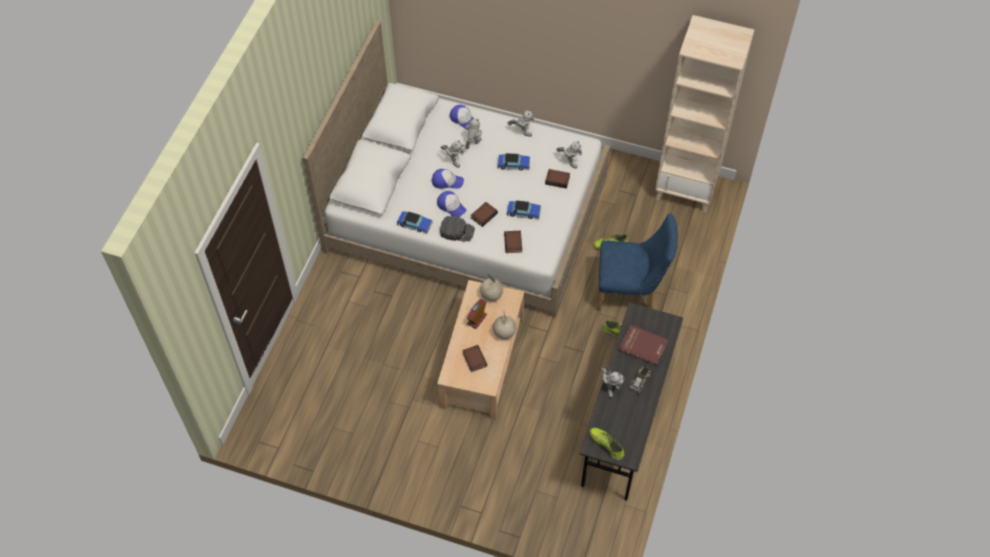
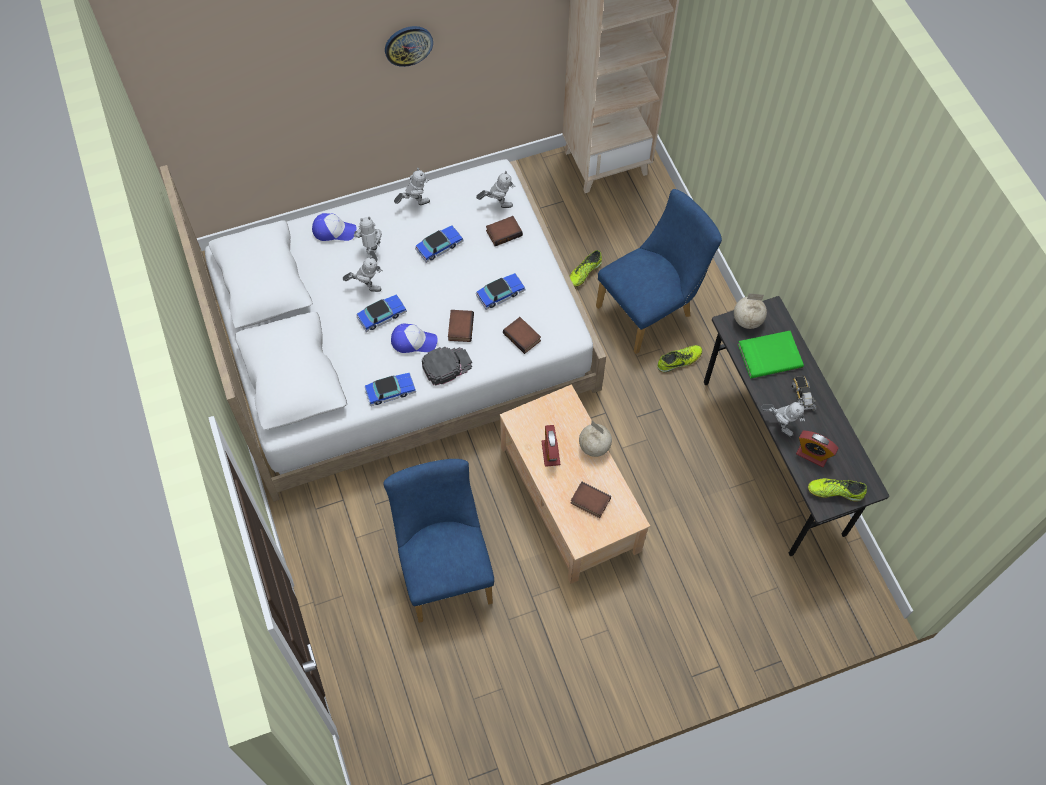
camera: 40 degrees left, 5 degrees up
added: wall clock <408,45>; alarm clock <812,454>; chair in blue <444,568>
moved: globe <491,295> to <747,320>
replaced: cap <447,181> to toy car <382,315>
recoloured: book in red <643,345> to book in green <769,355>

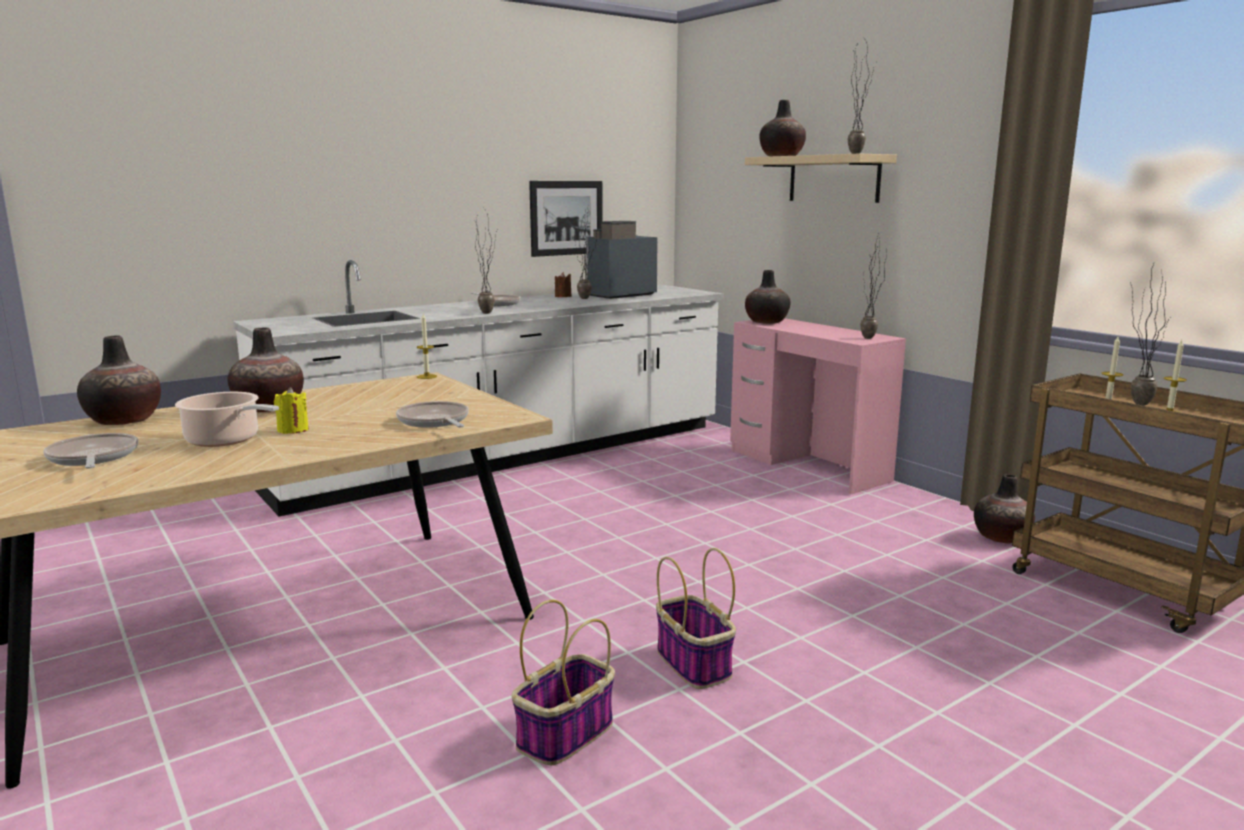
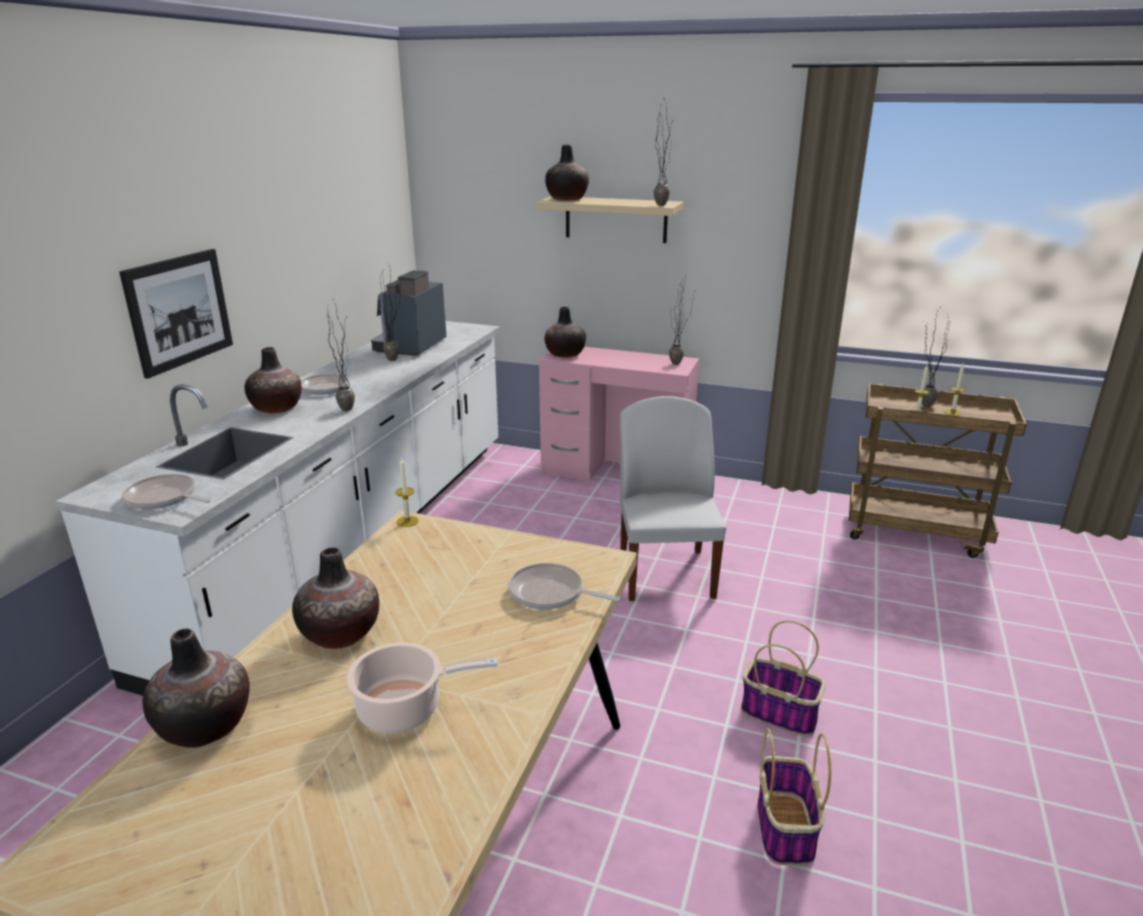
camera: 35 degrees left, 10 degrees up
removed: candle in brown <563,296>; candle in yellow <293,430>
added: chair in white <666,573>
moved: picture <566,218> to <179,311>; frying pan <92,458> to <164,498>; vase <1001,537> to <277,408>

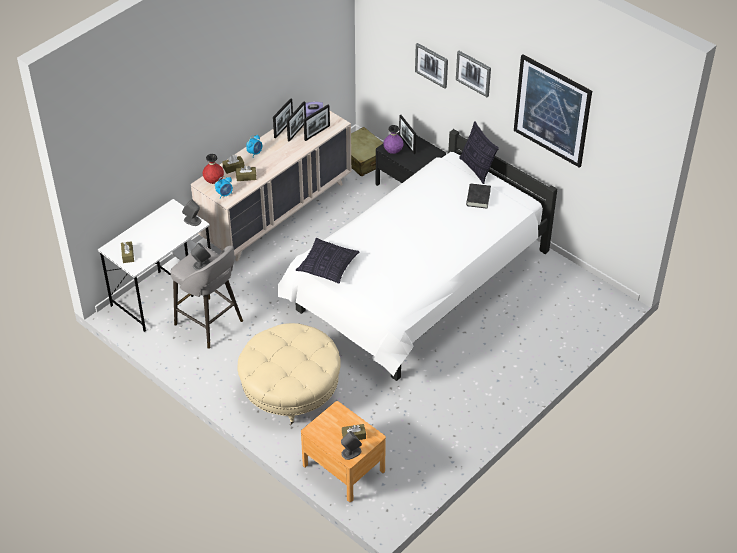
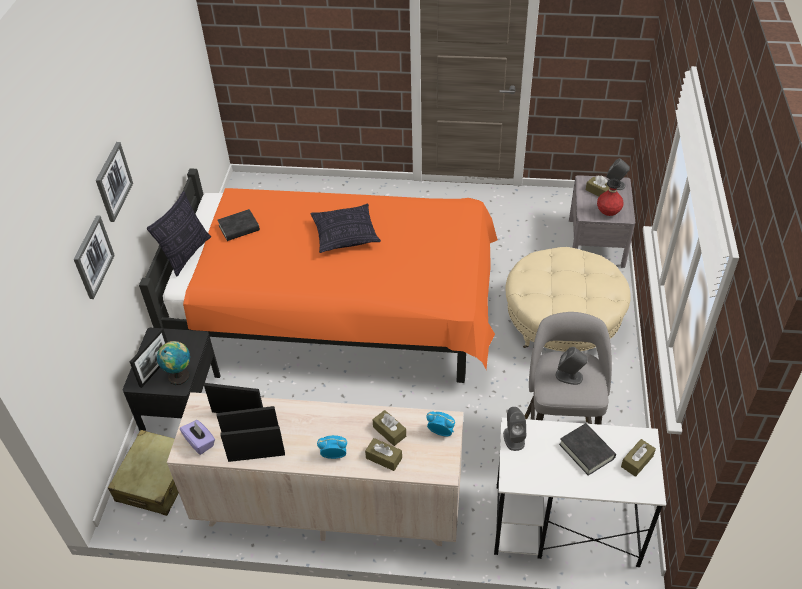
camera: 125 degrees left, 0 degrees up
removed: picture <552,110>
added: book in black <586,451>
moved: vase in red <214,181> to <608,213>; pillow <327,267> to <345,235>
replaced: vase in purple <393,151> to globe <179,375>
recoloured: bed in white <418,285> to bed in orange <339,310>; nightstand in brown <343,468> to nightstand in grey <596,242>

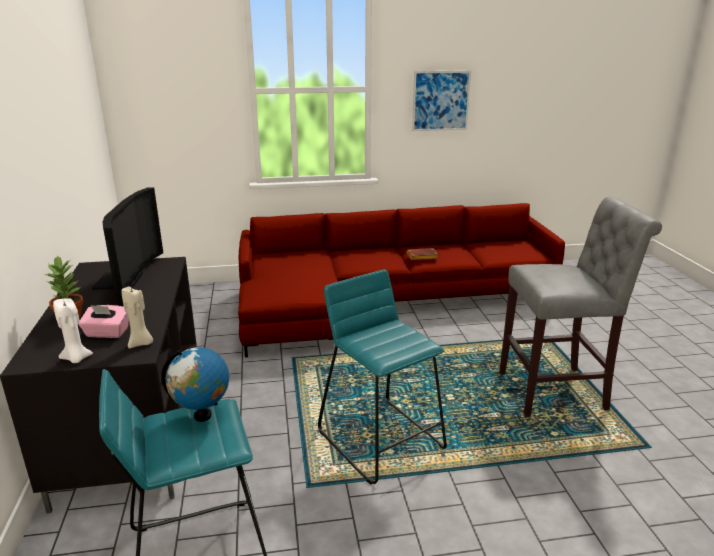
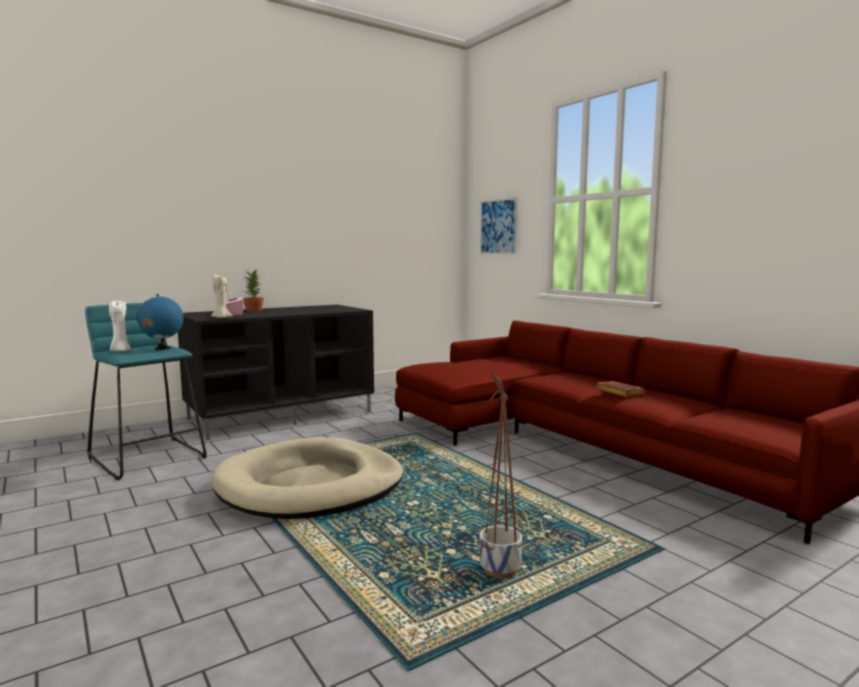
camera: 65 degrees right, 15 degrees down
removed: television <125,281>
moved: picture <441,101> to <498,226>; candle in white <76,359> to <120,350>
replaced: stool in grey <557,391> to planter <500,571>; stool in turquoise <382,439> to dog bed in beige <311,485>

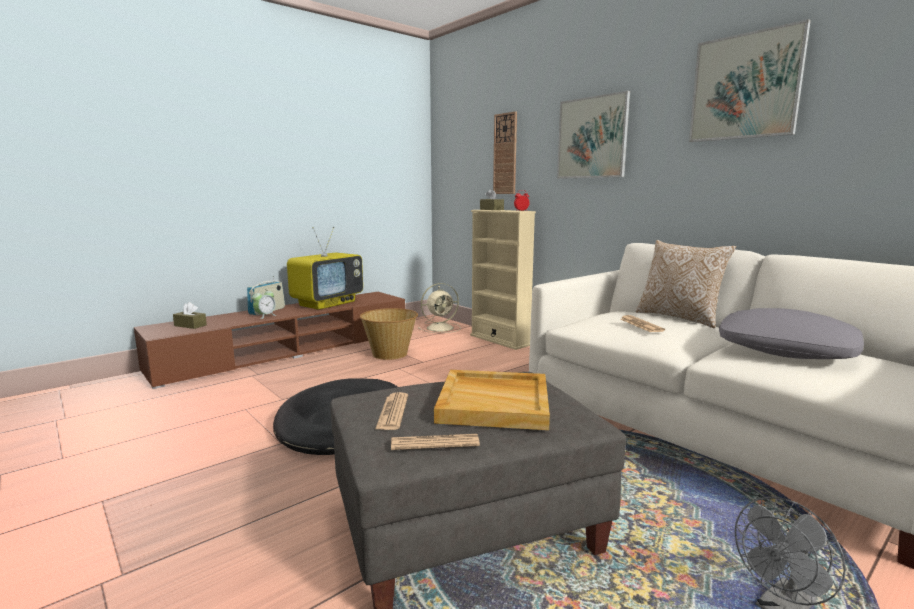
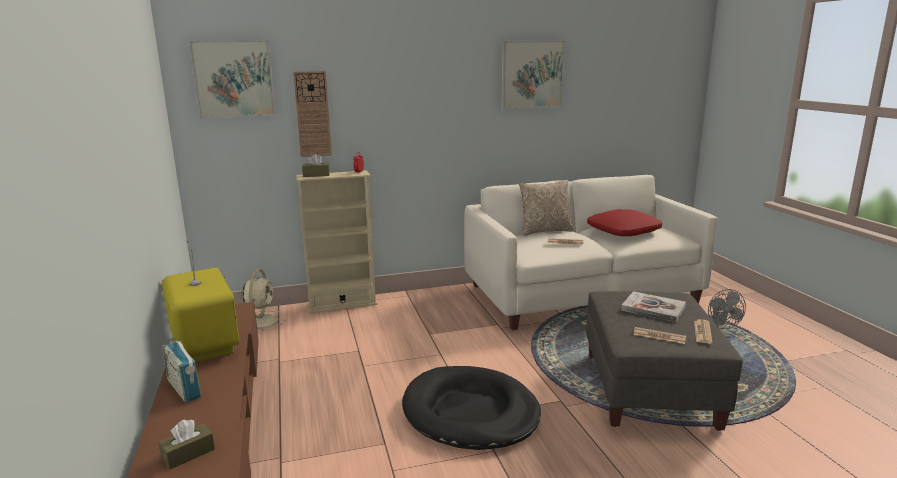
camera: 65 degrees left, 5 degrees up
removed: alarm clock <265,316>; basket <390,354>
moved: picture <592,138> to <234,79>
replaced: tray in beige <495,403> to book <653,308>
recoloured: pillow in grey <786,349> to pillow in red <623,231>

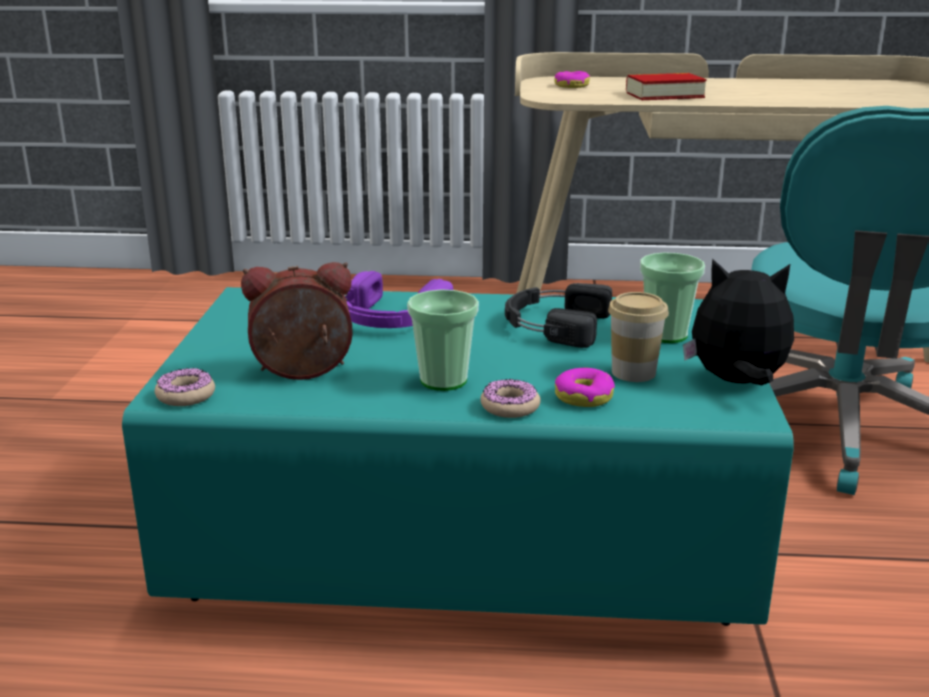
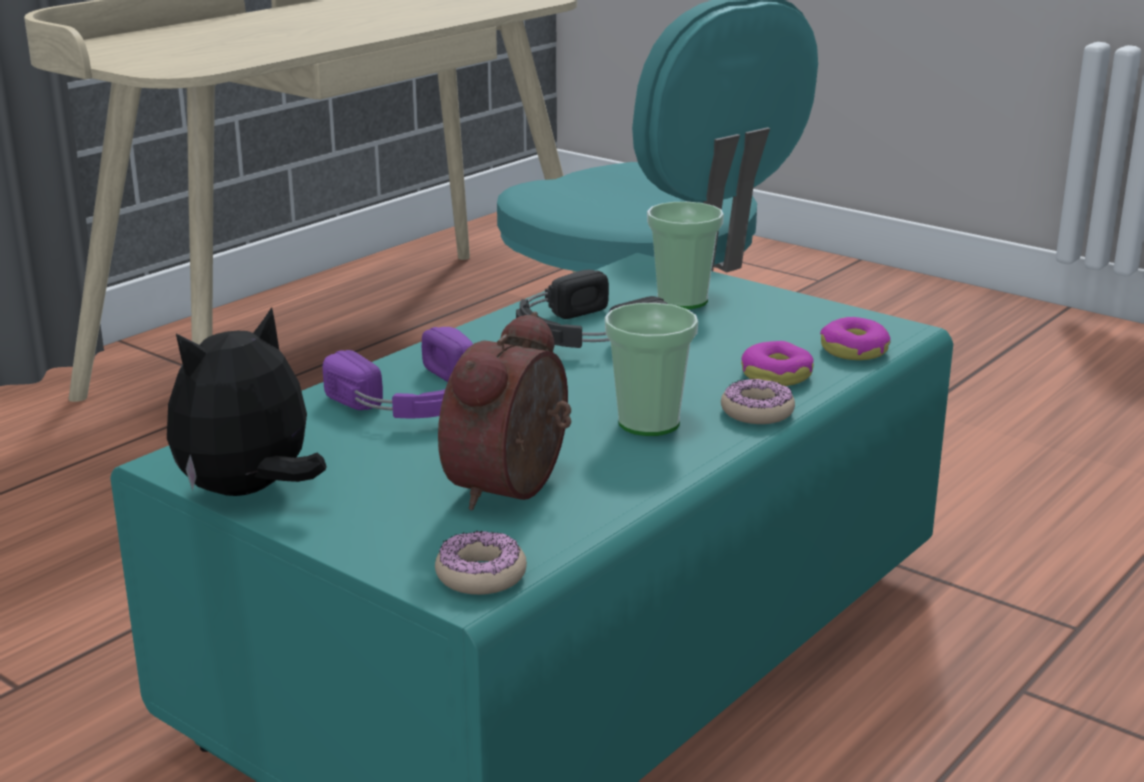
camera: 55 degrees left, 0 degrees up
removed: book <664,95>; cup <633,372>
moved: donut <571,86> to <854,350>; plush toy <736,382> to <249,492>

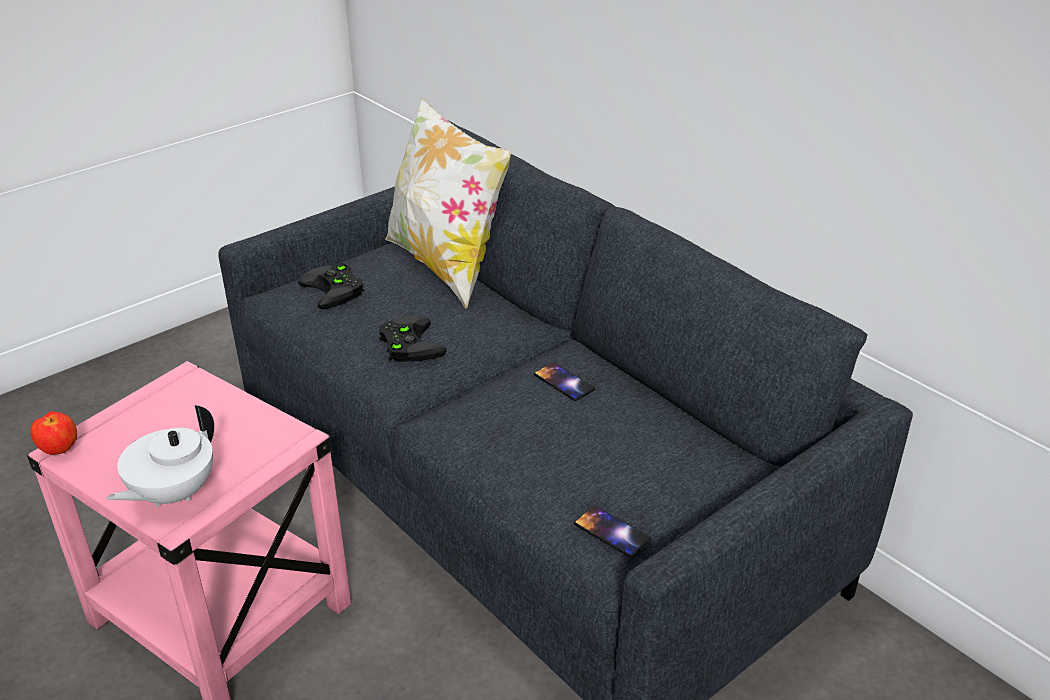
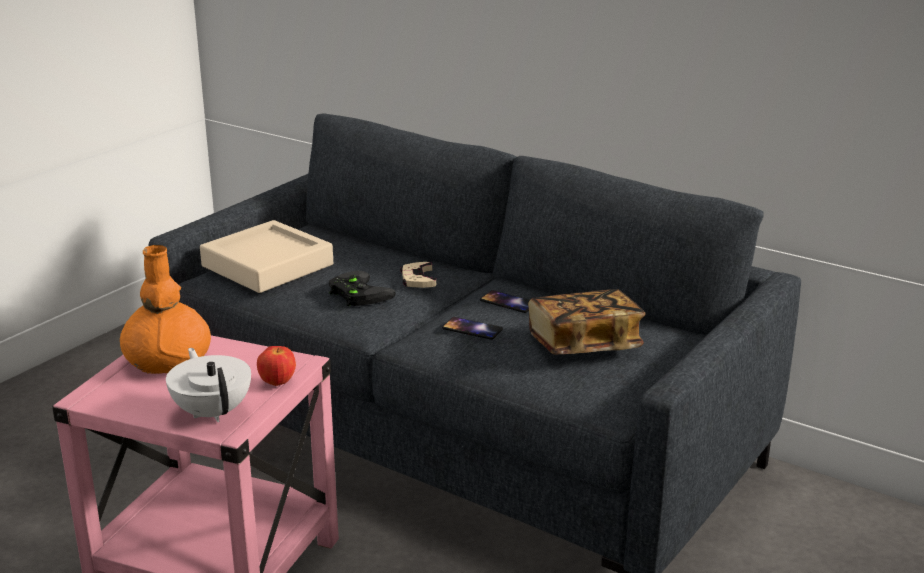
camera: 15 degrees left, 10 degrees down
removed: pillow <446,265>
added: vase in orange <167,360>; game controller in beige <418,279>; book <584,344>
moved: apple <60,450> to <278,383>; phone <611,532> to <472,329>
replaced: game controller in black <336,290> to tray in beige <267,265>
turned: teapot in white <172,493> = <213,412> 135 degrees clockwise

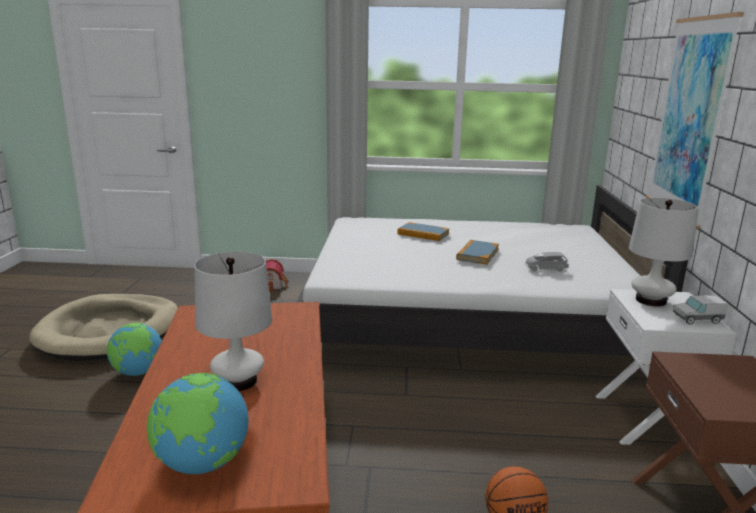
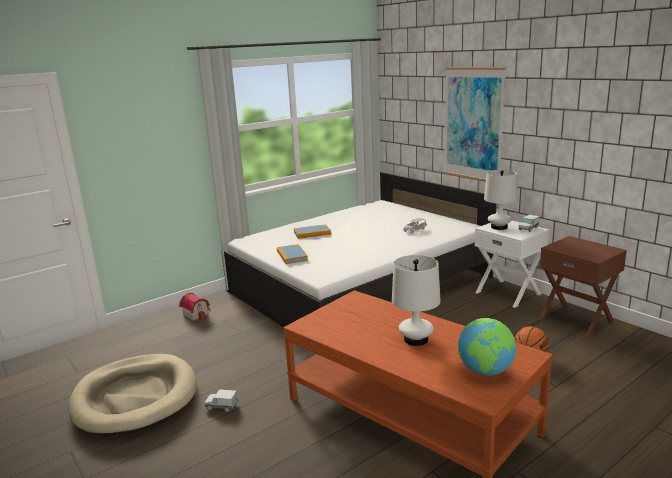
camera: 40 degrees left, 0 degrees up
moved: book <477,254> to <292,256>
replaced: globe <138,372> to toy truck <221,406>

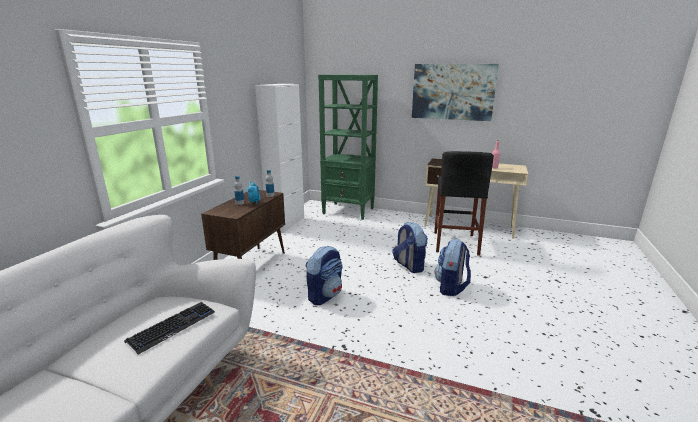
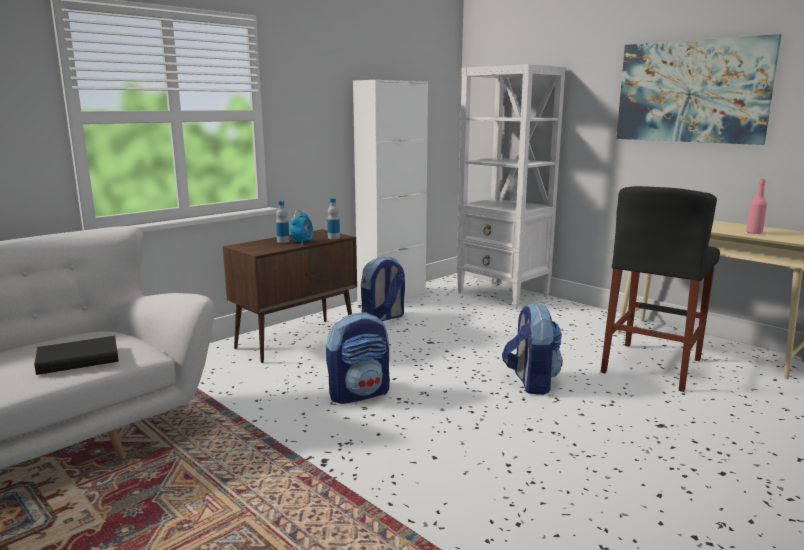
camera: 25 degrees right, 5 degrees down
moved: backpack <451,287> to <382,318>
replaced: keyboard <172,327> to book in black <79,358>
recoloured: bookcase in green <348,211> to bookcase in white <503,295>

